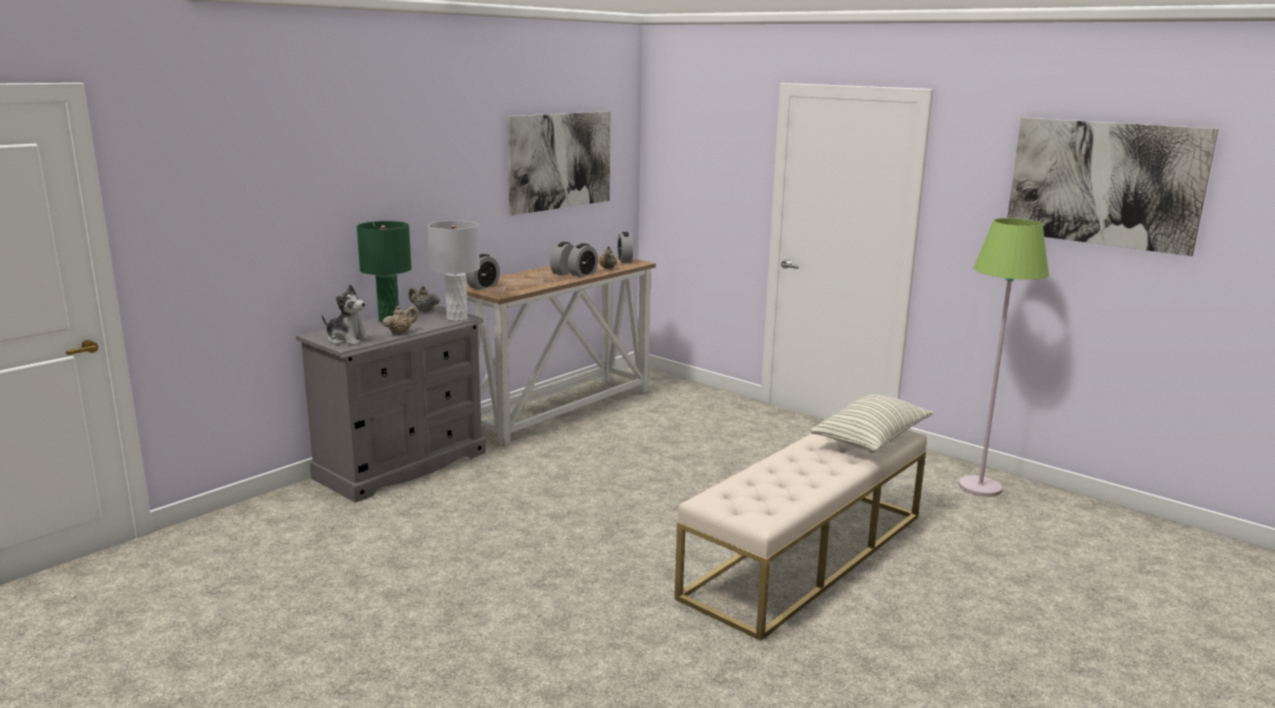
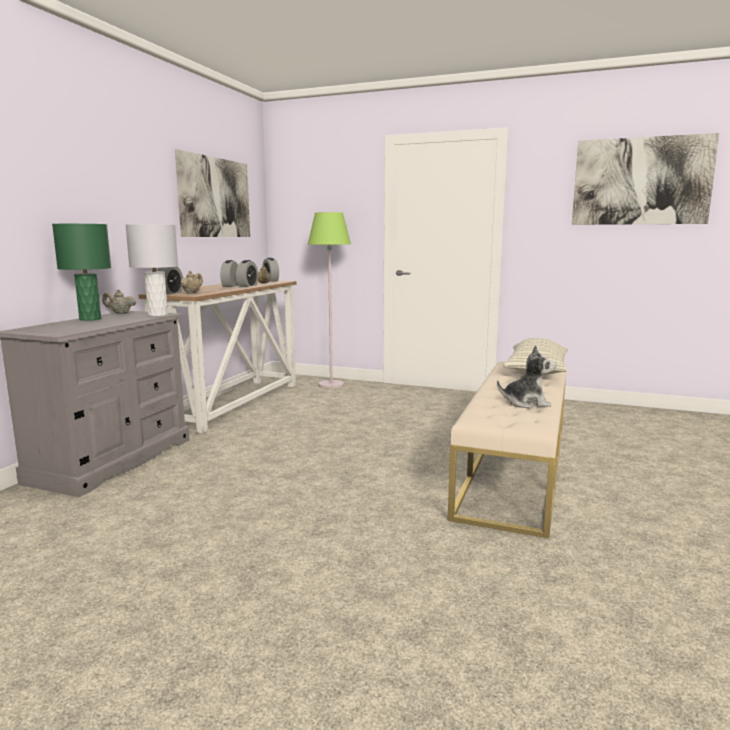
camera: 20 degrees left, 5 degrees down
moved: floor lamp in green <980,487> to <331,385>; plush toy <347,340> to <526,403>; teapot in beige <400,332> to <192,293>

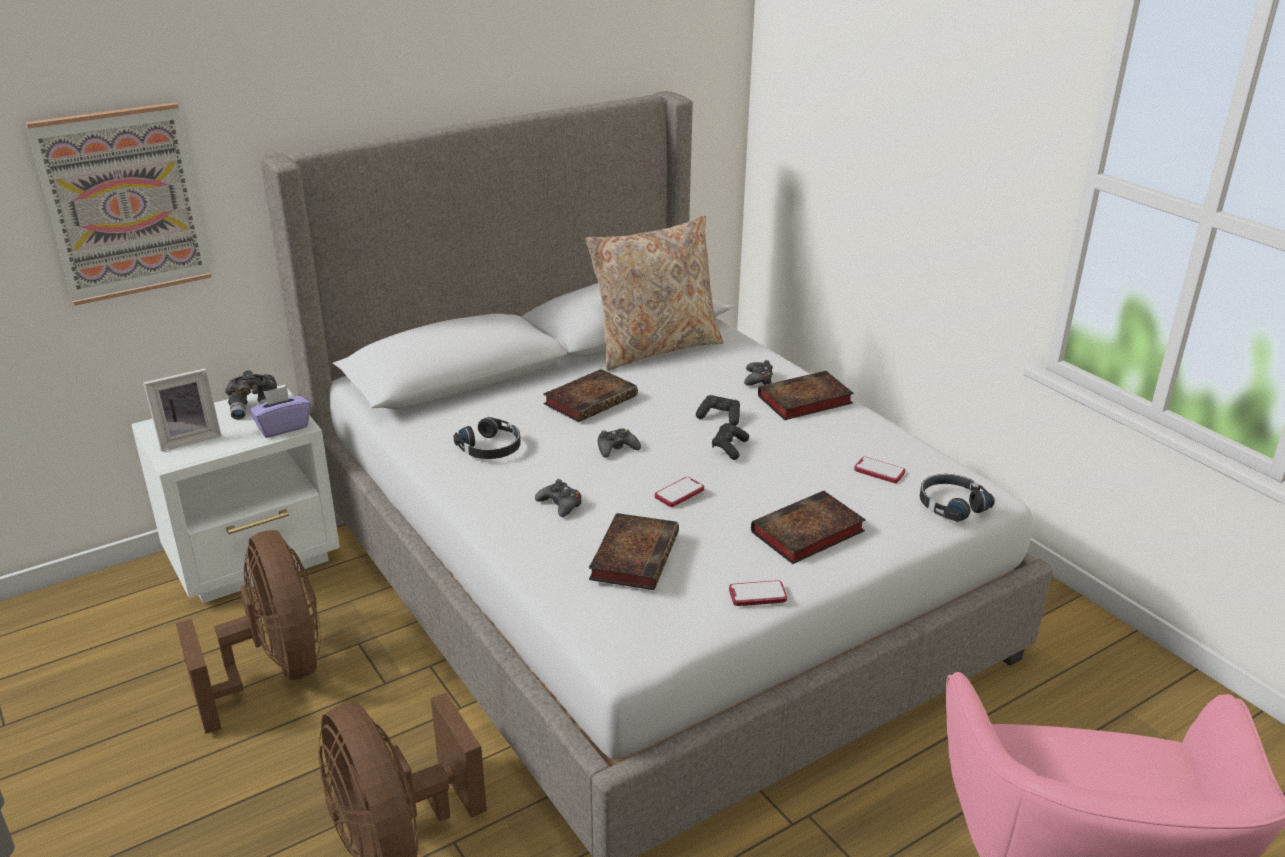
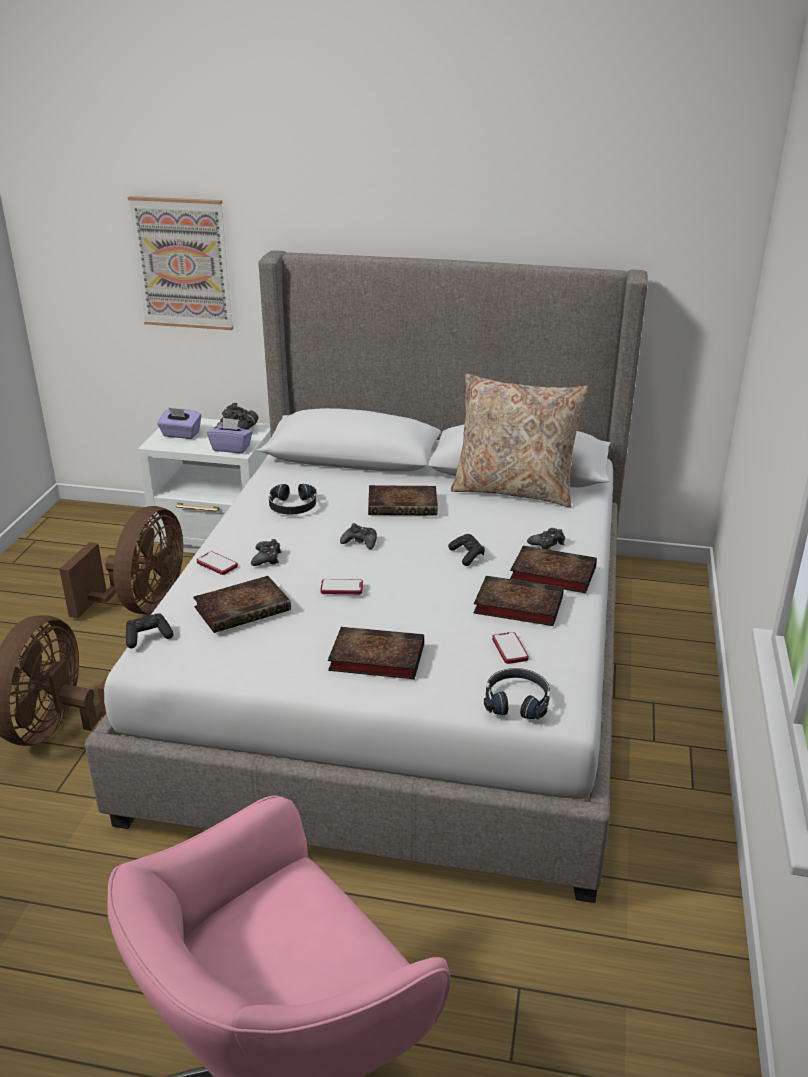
camera: 45 degrees right, 0 degrees up
added: book <516,605>
moved: game controller in black <729,448> to <148,637>; phone <757,595> to <217,564>
replaced: picture frame <188,438> to tissue box in purple <180,434>

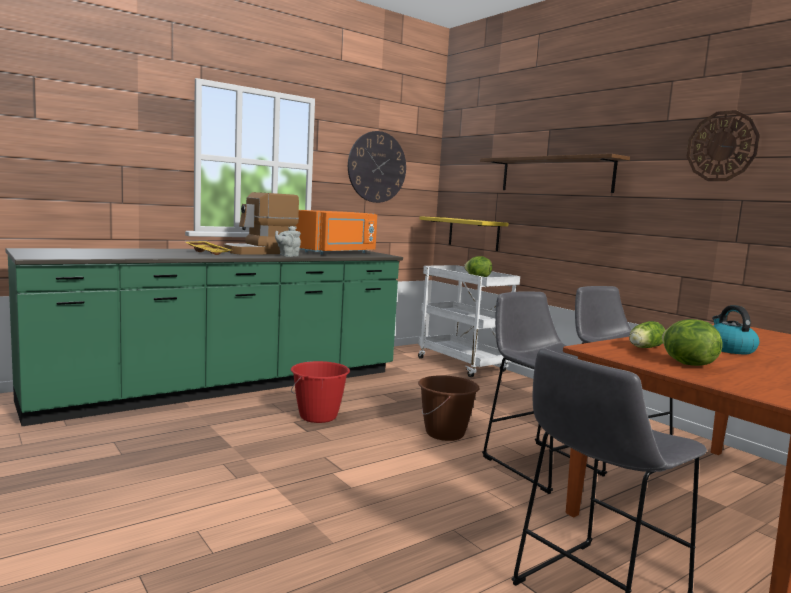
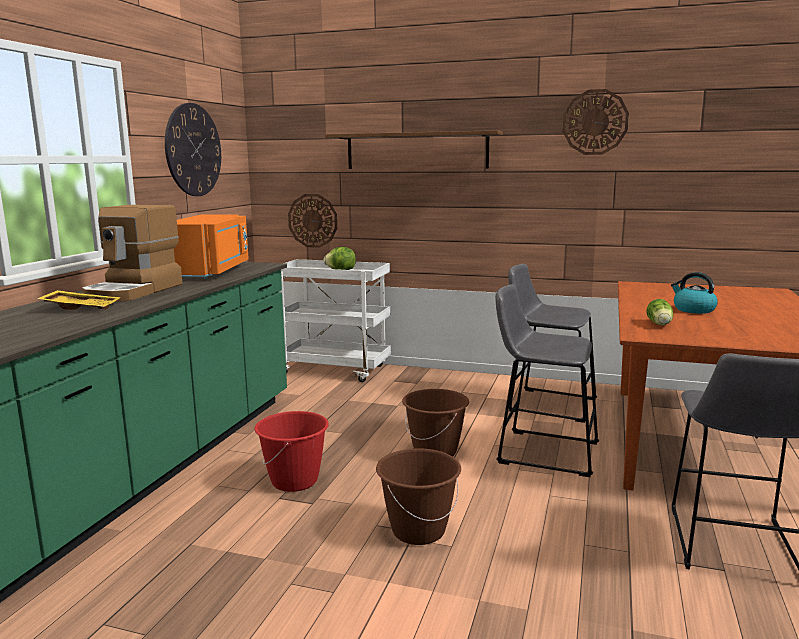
camera: 35 degrees left, 5 degrees up
removed: teapot in grey <287,256>; lettuce <686,364>
added: bucket in brown <418,530>
replaced: shelf in yellow <473,233> to wall clock <313,220>

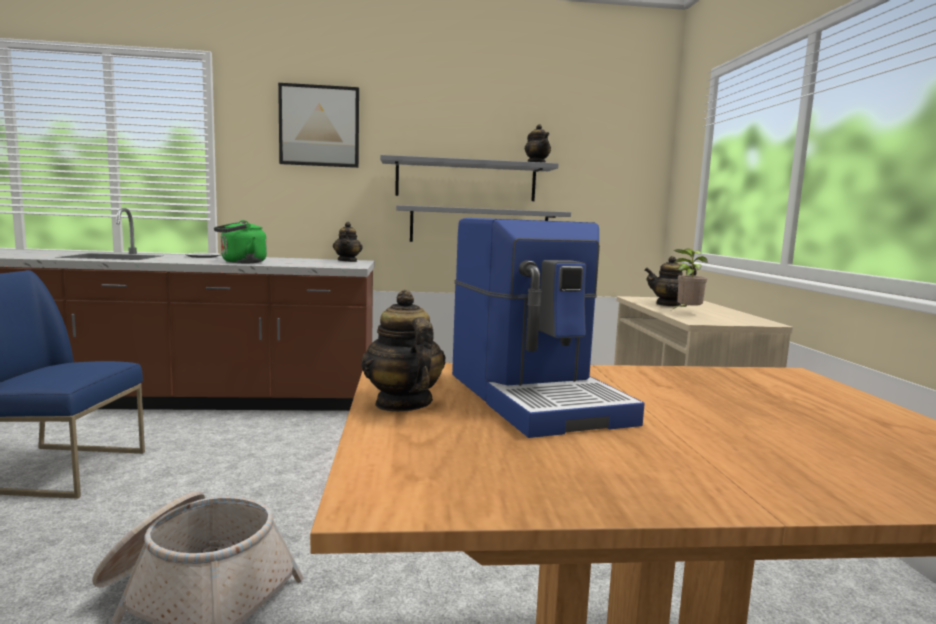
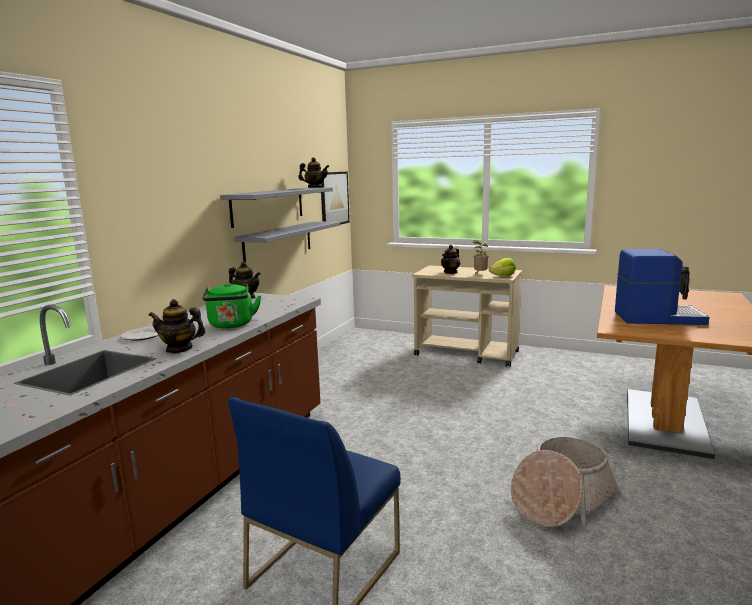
camera: 60 degrees left, 5 degrees up
added: lettuce <503,276>
moved: picture <319,126> to <334,198>; teapot <402,403> to <179,349>

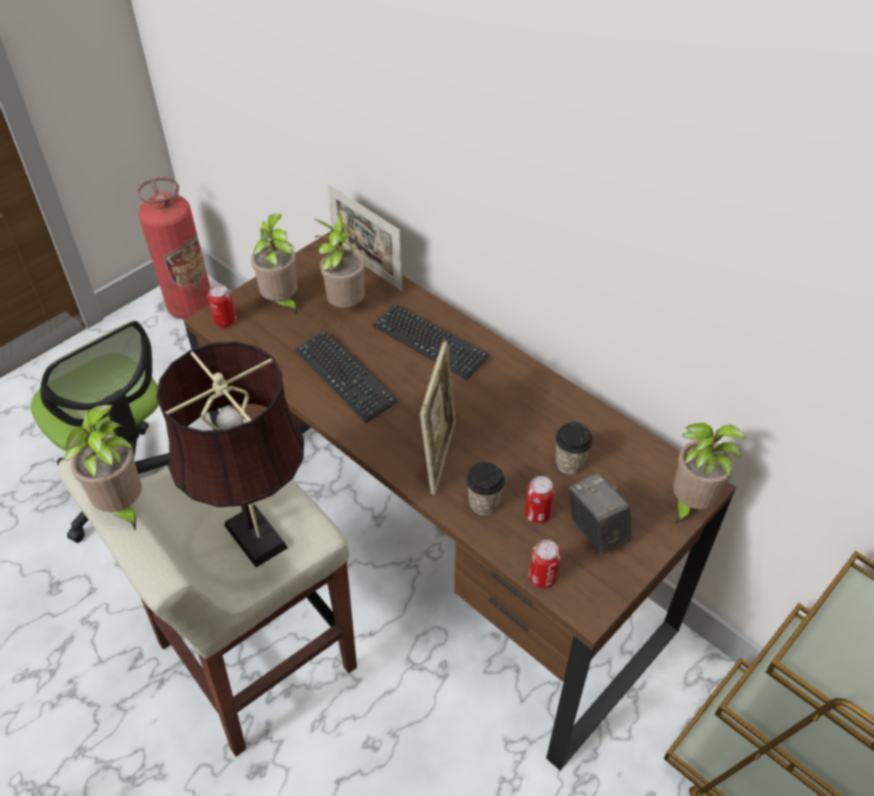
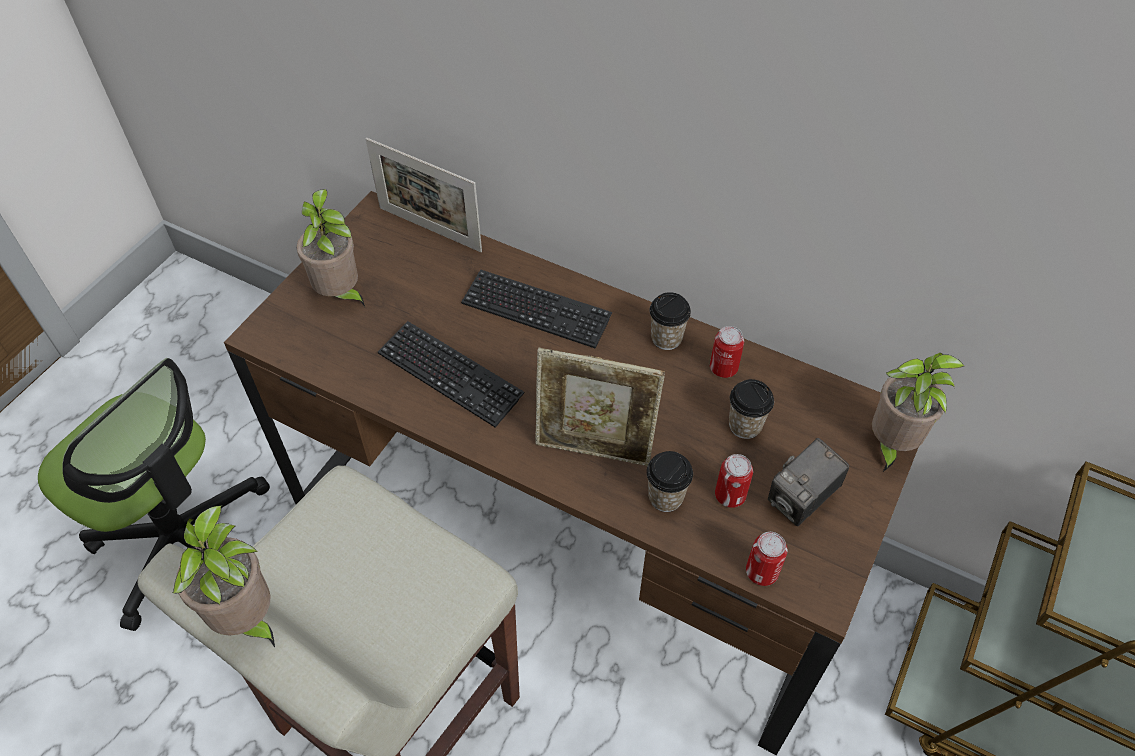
camera: 15 degrees left, 5 degrees up
removed: fire extinguisher <190,307>; potted plant <344,306>; table lamp in brown <259,541>
added: cup <666,338>
moved: can <225,321> to <723,368>
turned: picture frame <439,455> = <594,449> 105 degrees clockwise; photo camera <596,530> = <801,500> 90 degrees counterclockwise

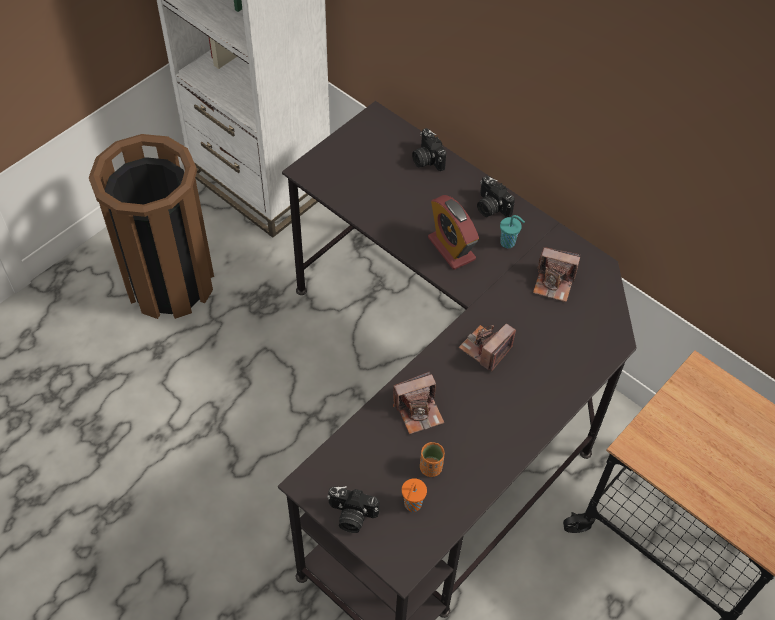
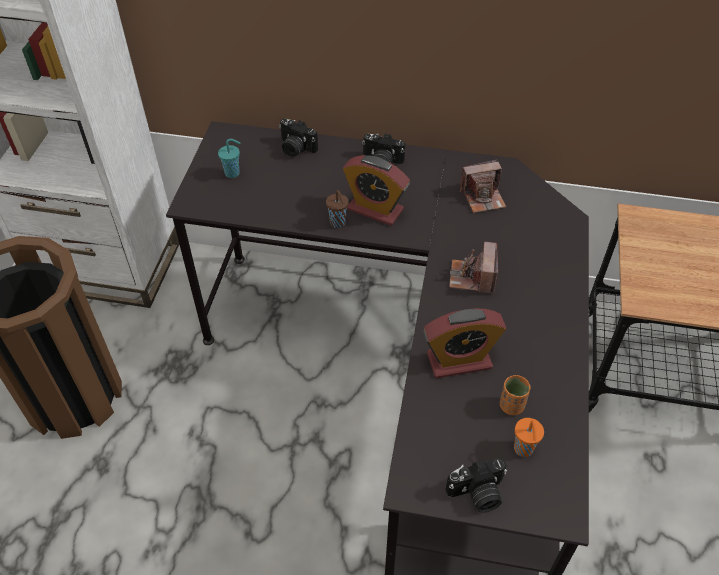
camera: 30 degrees left, 5 degrees down
added: cup in brown <338,223>
moved: cup in turquoise <508,243> to <233,173>
replaced: photo camera <418,411> to alarm clock <459,361>

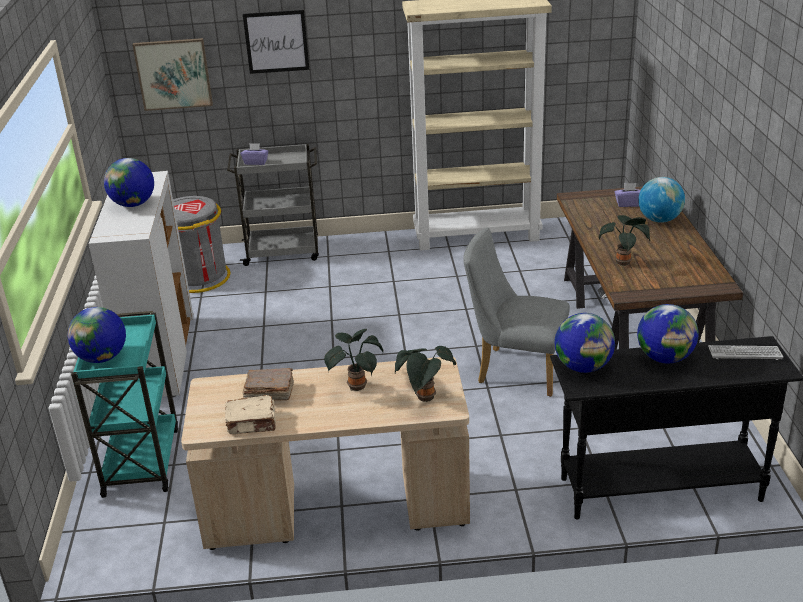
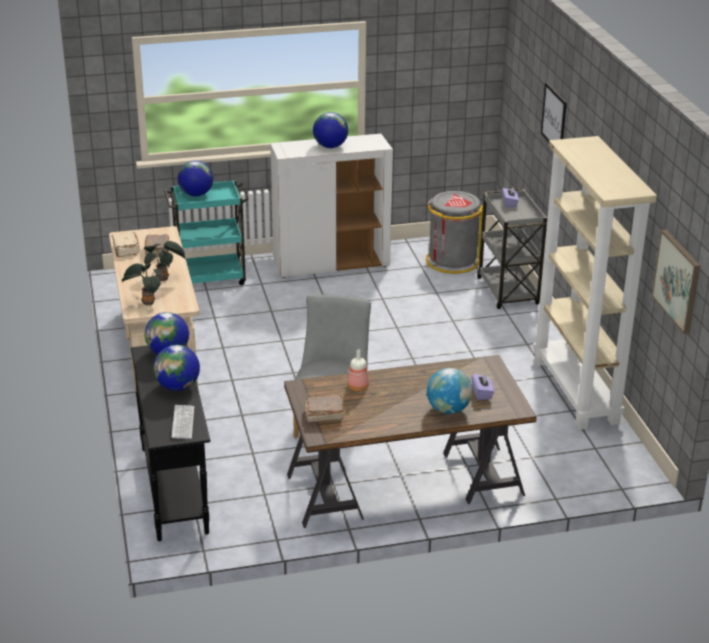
camera: 80 degrees right, 0 degrees up
added: book in brown <323,415>
moved: picture <173,74> to <677,281>
replaced: potted plant <623,262> to bottle <357,387>

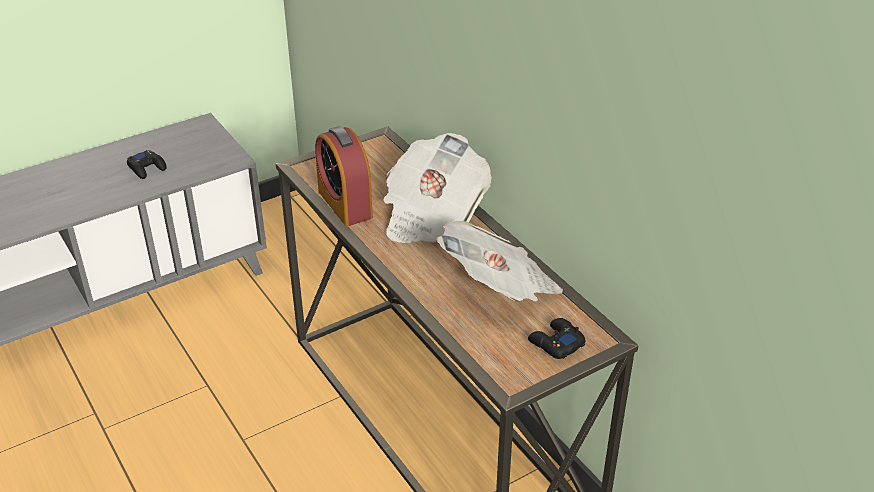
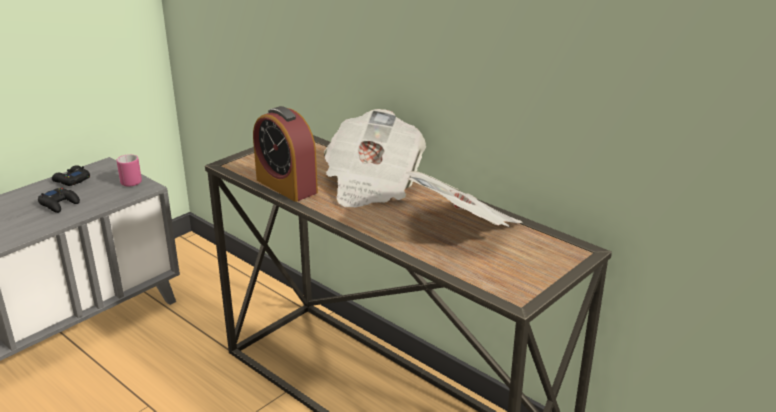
camera: 15 degrees left, 10 degrees down
added: mug in pink <132,181>
moved: game controller in black <555,343> to <71,180>

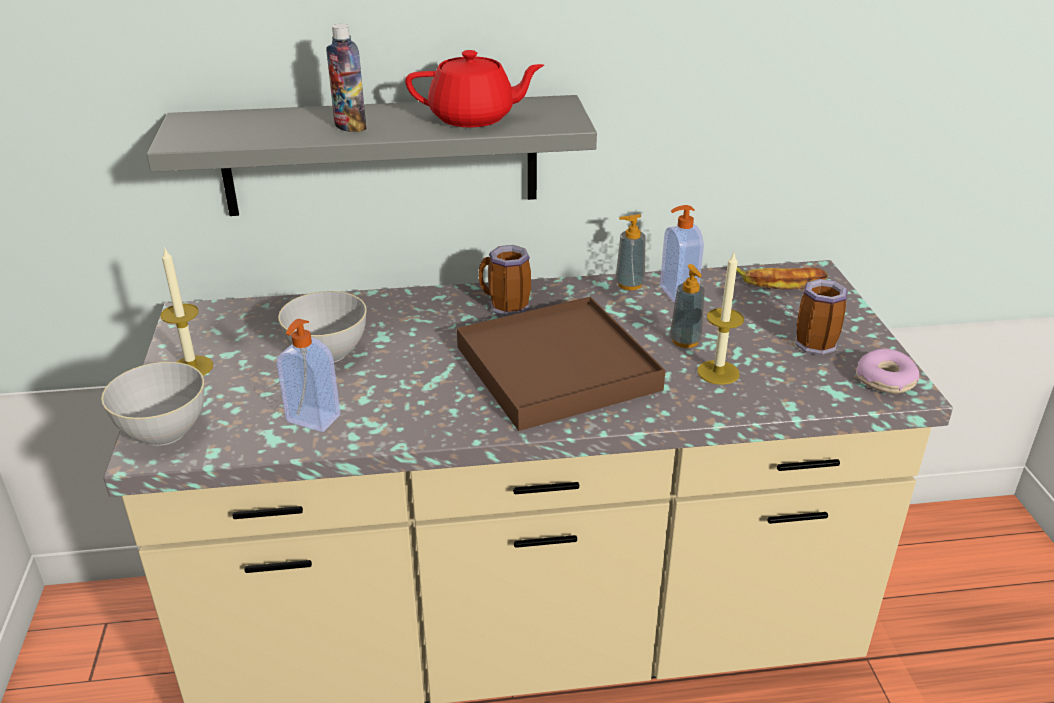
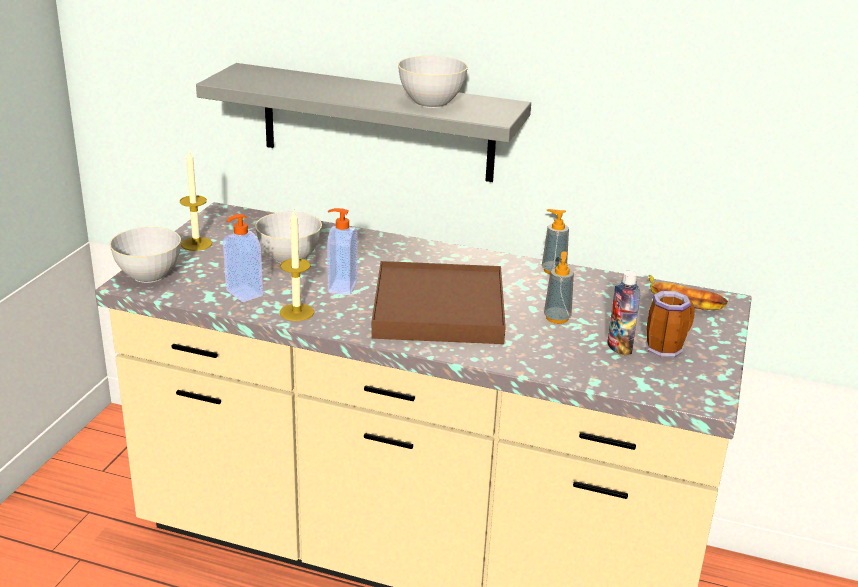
camera: 25 degrees right, 5 degrees down
removed: mug <505,308>; donut <886,380>
moved: bottle <350,127> to <619,347>; soap dispenser <677,293> to <341,287>; candle <718,372> to <297,312>
replaced: teapot in red <474,118> to bowl in grey <431,102>

